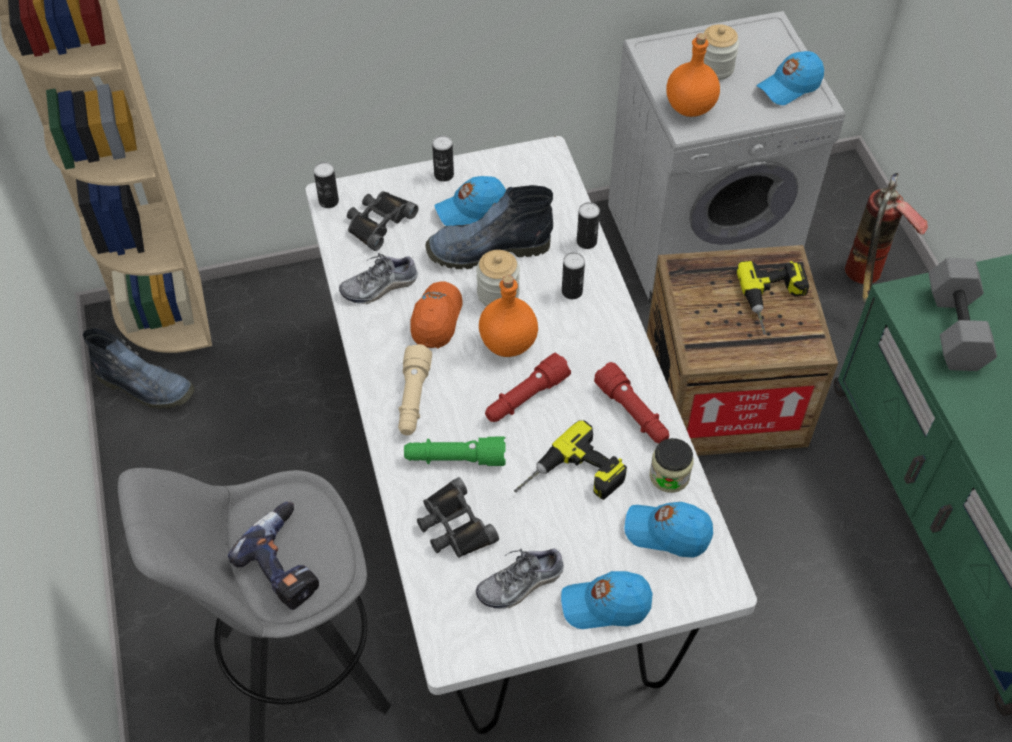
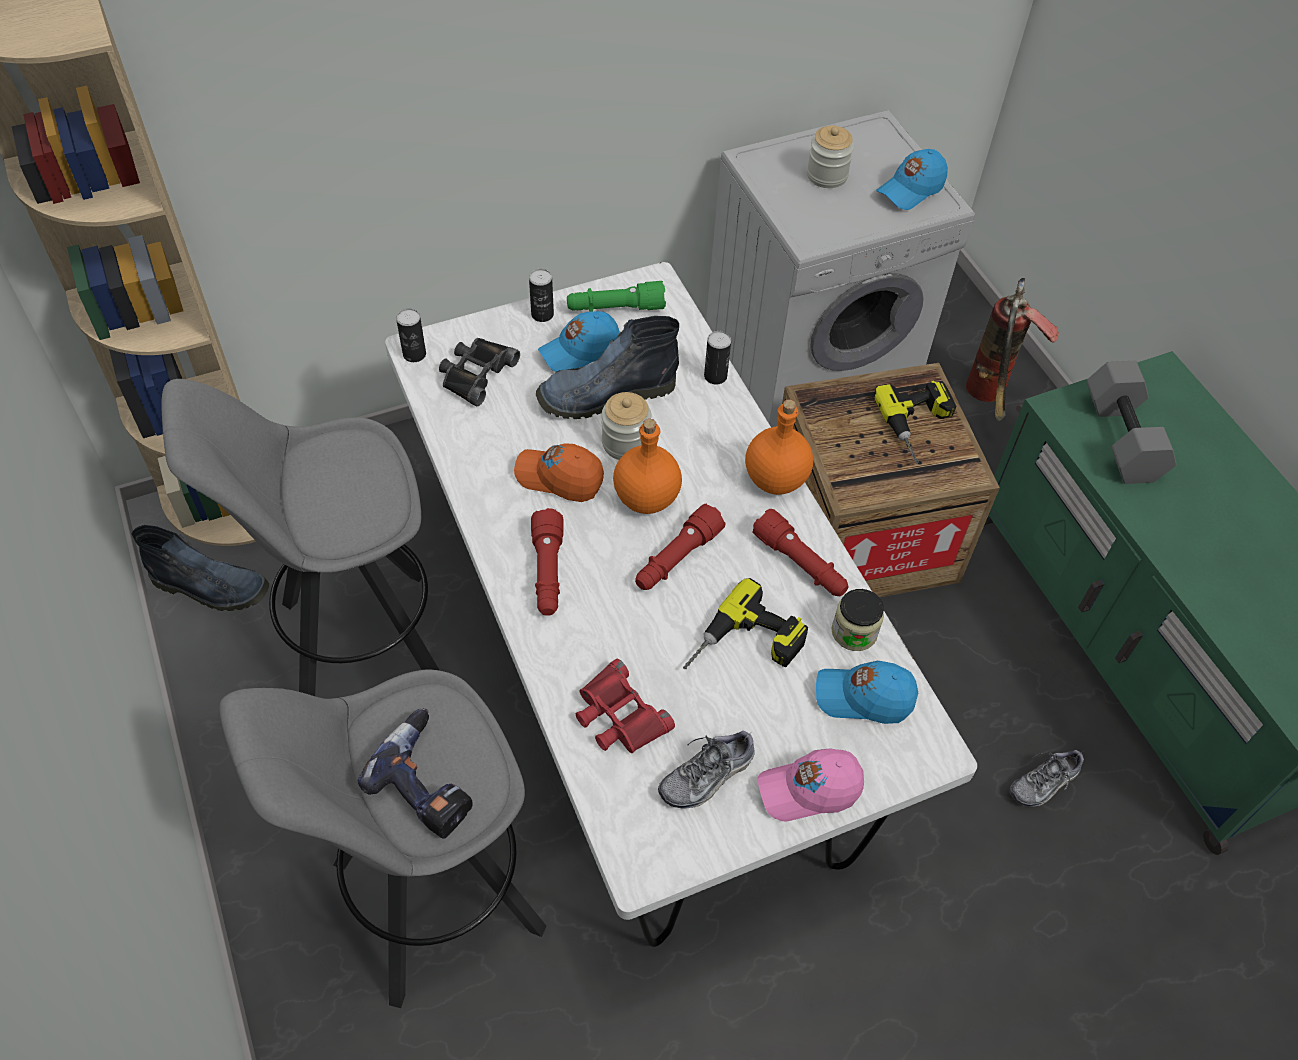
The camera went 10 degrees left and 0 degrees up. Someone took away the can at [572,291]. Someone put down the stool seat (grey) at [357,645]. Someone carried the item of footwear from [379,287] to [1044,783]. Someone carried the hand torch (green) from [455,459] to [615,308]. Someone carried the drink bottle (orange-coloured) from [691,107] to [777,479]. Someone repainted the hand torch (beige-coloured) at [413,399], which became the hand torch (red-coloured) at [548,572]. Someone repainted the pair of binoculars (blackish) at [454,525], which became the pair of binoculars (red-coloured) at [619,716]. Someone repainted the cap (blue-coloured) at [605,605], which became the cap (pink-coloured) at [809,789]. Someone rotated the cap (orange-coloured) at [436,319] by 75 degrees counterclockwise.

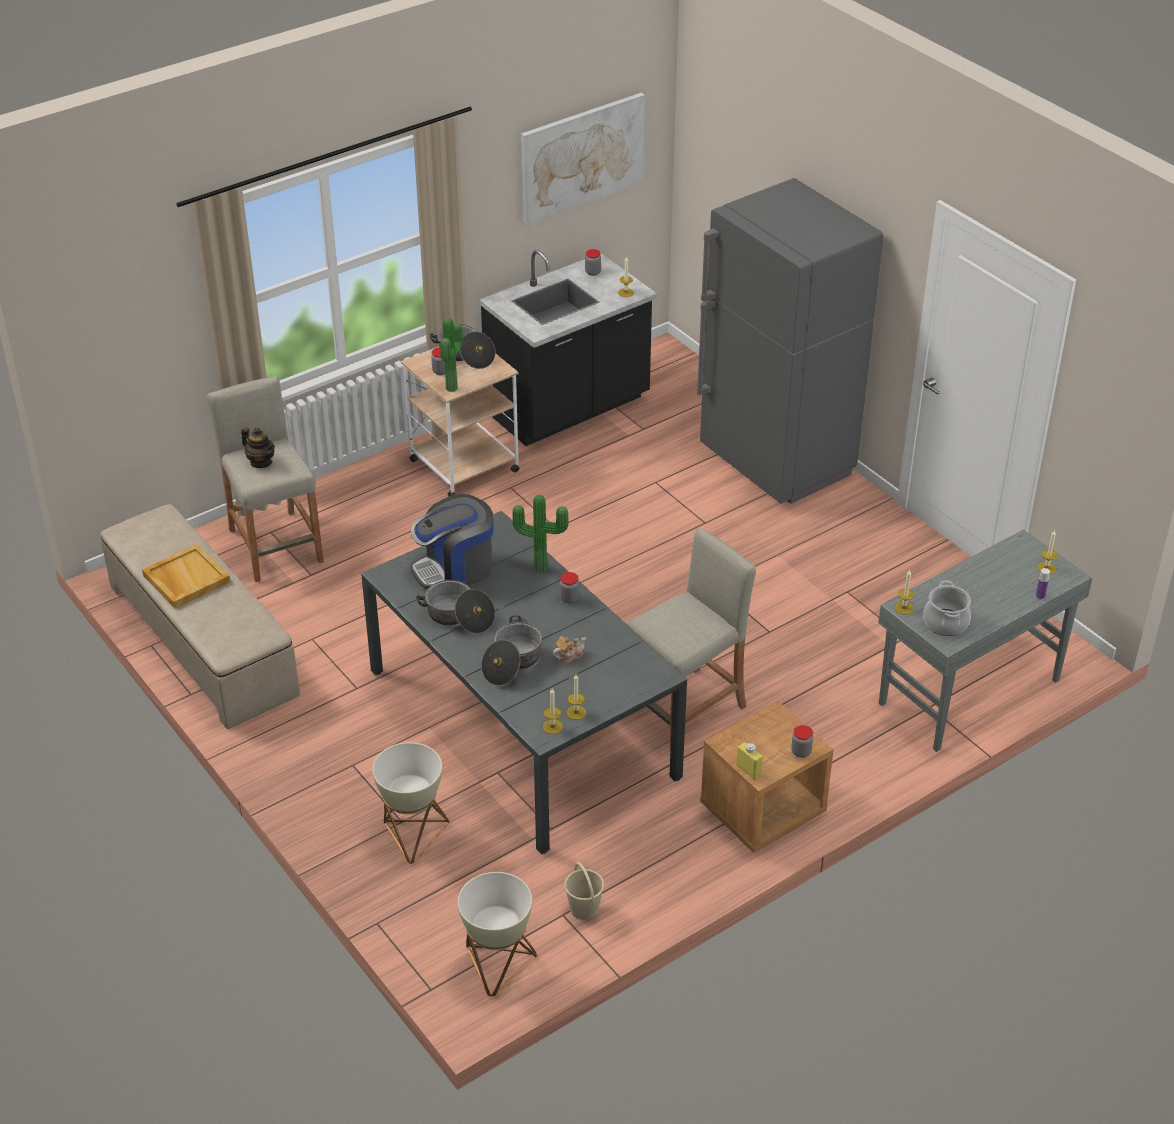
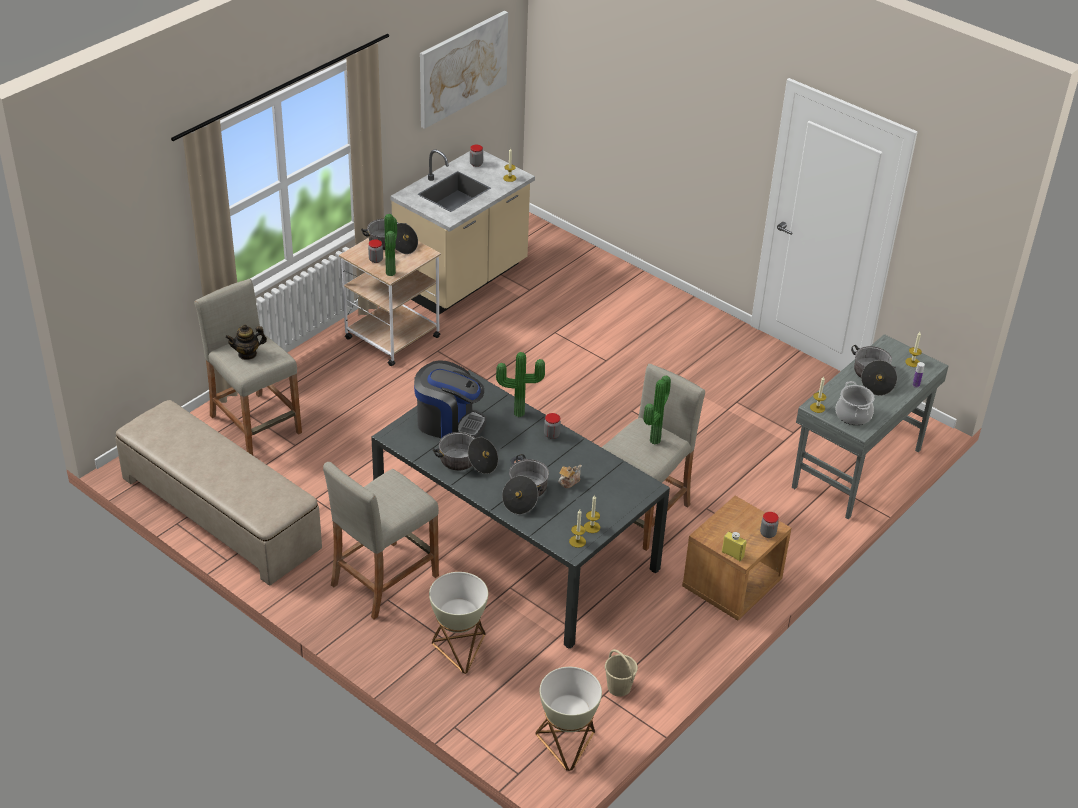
The camera went 15 degrees left and 0 degrees up. Someone took away the tray (beige-coloured) at [185,579]. Someone took away the fridge (grey) at [776,464]. Someone put down the stool seat (beige-coloured) at [384,580]. Someone put down the plant in a pot at [653,440]. Someone put down the stockpot at [872,378]. Someone repainted the kitchen counter (blackish) at [569,408], which became the kitchen counter (beige-coloured) at [463,280]. Someone rotated the tea pot at [261,462] by 135 degrees clockwise. Someone rotated the coffee brewer at [455,569] by 120 degrees counterclockwise.

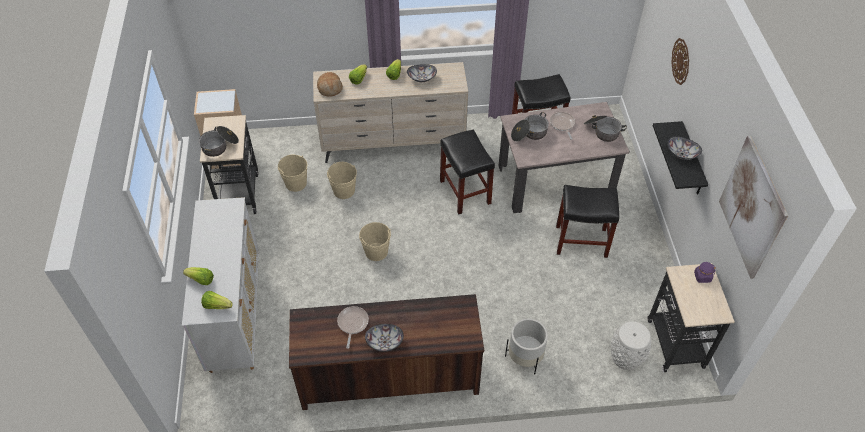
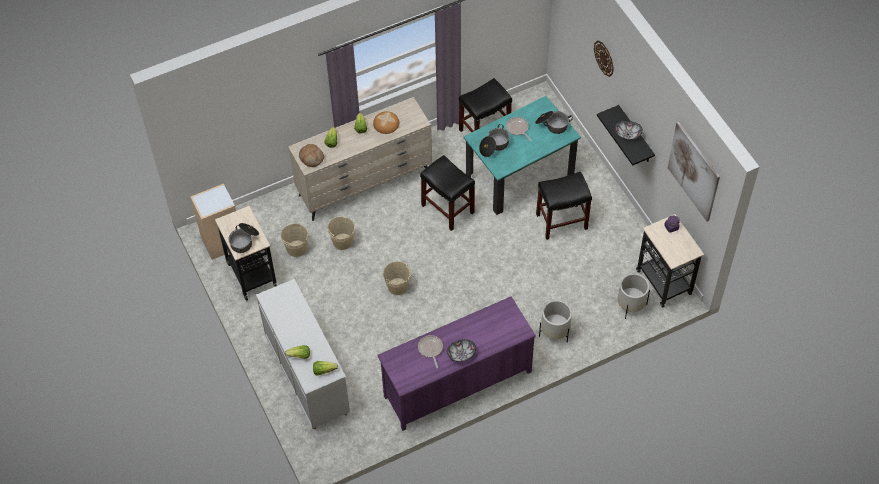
The camera went 20 degrees left and 5 degrees up. Someone swapped the deep dish at [422,78] for the bakery bread at [386,124]. Someone swapped the stool seat (white-coloured) at [626,357] for the flower pot (white-coloured) at [630,305]. Someone repainted the chest of drawers (brownish) at [388,377], which became the chest of drawers (purple) at [456,383]. Someone repainted the kitchen table (beige-coloured) at [555,182], which became the kitchen table (turquoise) at [520,175].

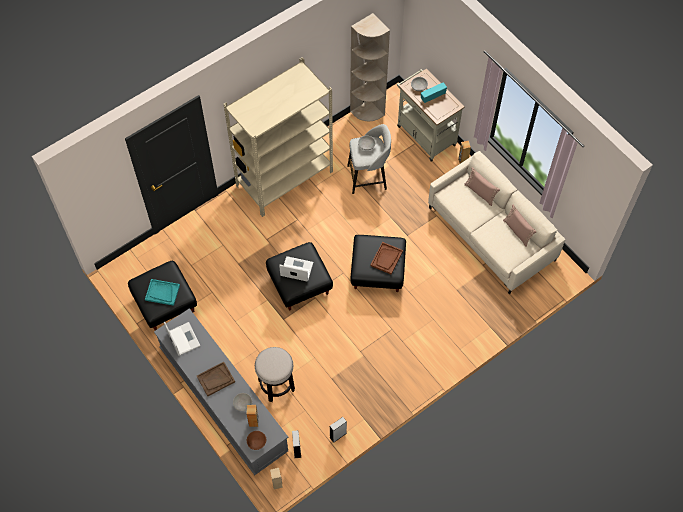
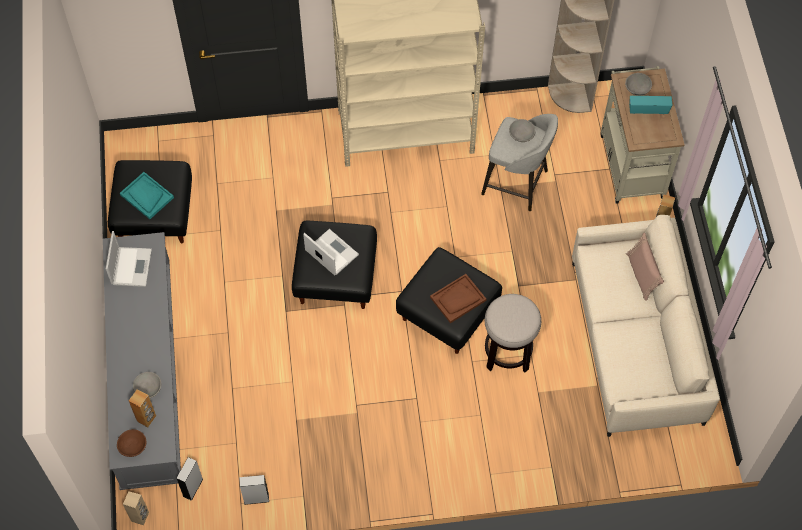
The camera went 30 degrees right and 0 degrees up. Someone took away the tray (brownish) at [215,379]. Someone took away the cushion (beige-coloured) at [517,231]. Someone carried the stool seat from [276,385] to [507,352].

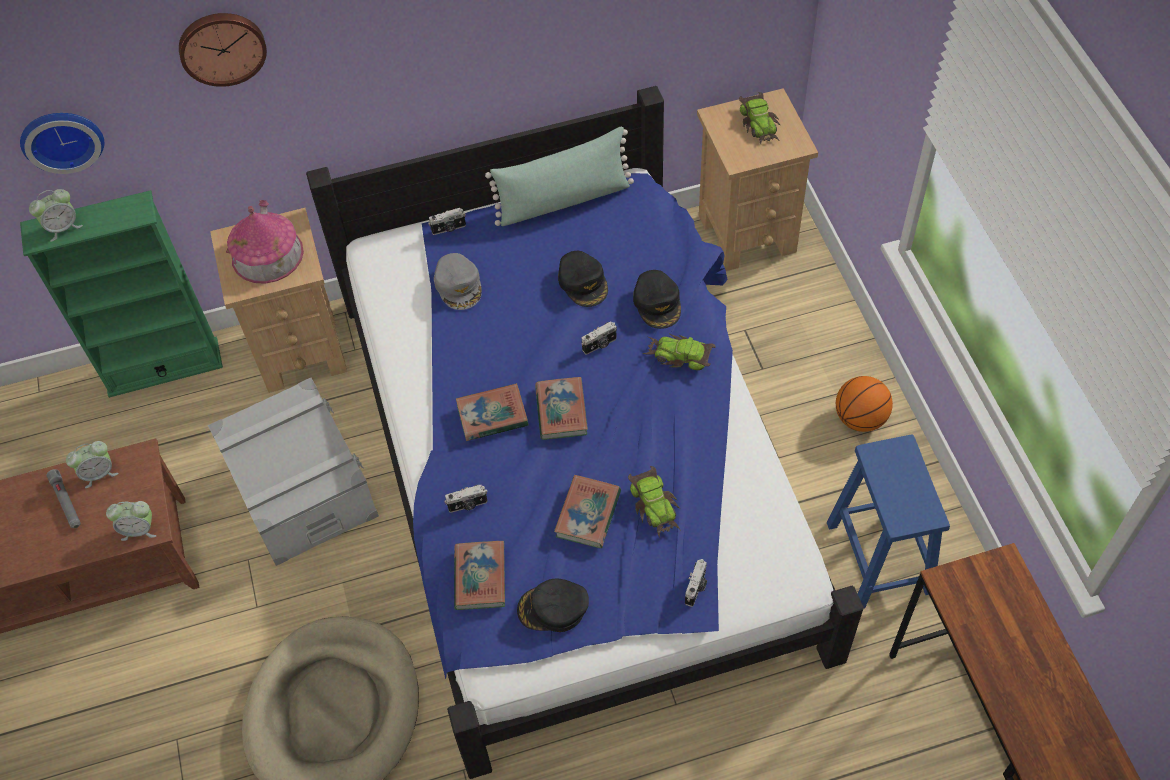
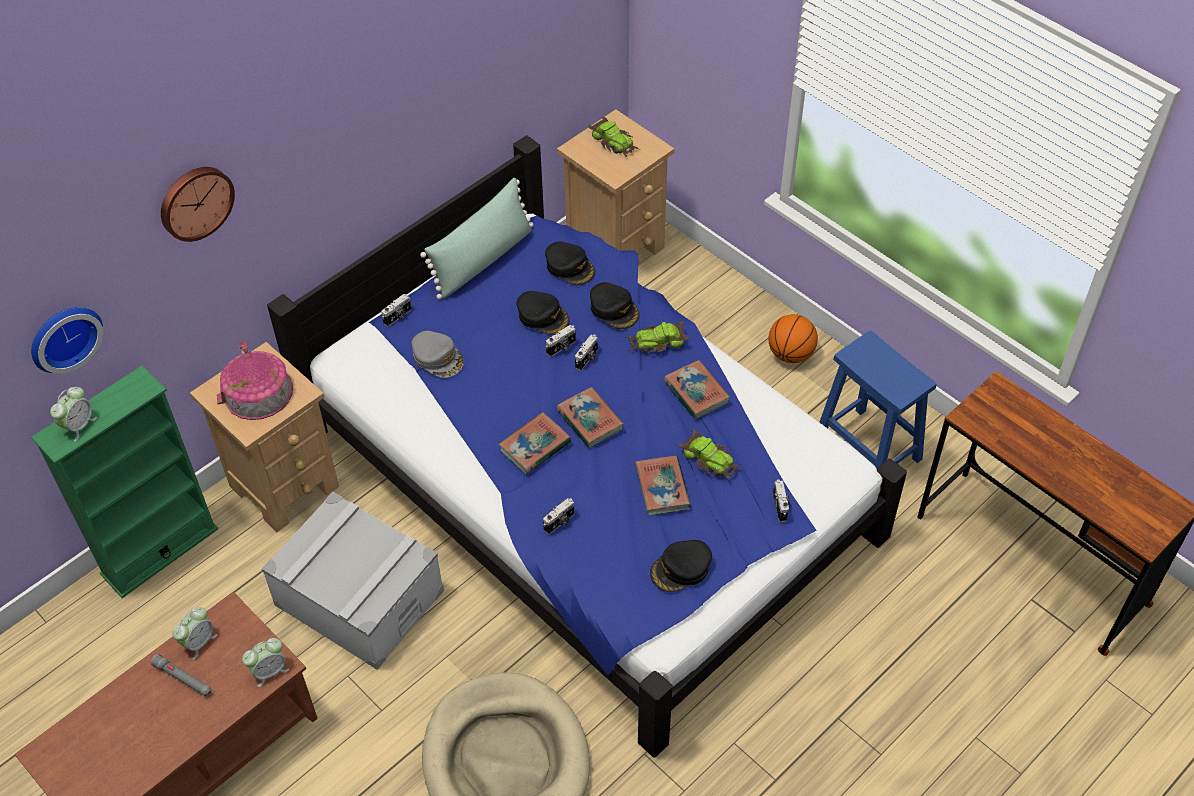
The camera went 30 degrees left and 5 degrees down. Someone put down the cap (blackish) at [570,267]. Someone put down the photo camera at [561,347]. Someone carried the book from [480,577] to [696,392].

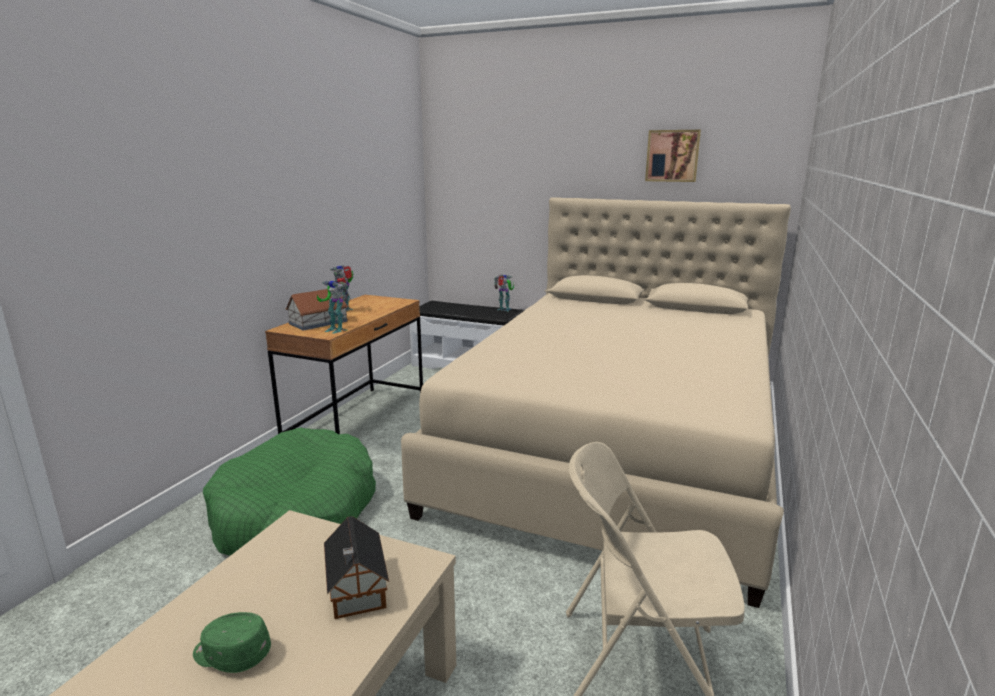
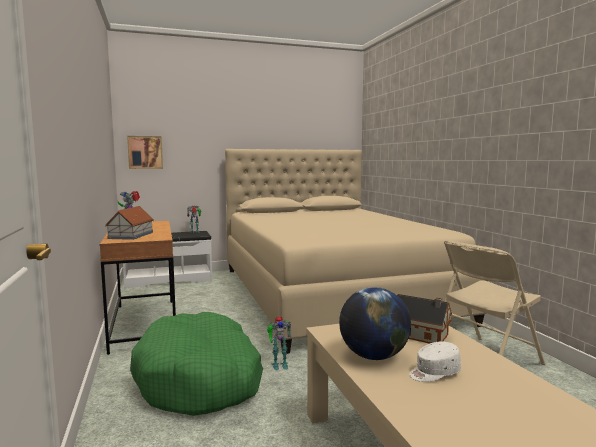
The camera went 40 degrees left and 10 degrees down. Someone put down the globe at [373,356]. Someone carried the robot figure from [336,329] to [279,365]. Someone carried the picture from [672,156] to [145,152]. Someone repainted the cap (green) at [231,654], which became the cap (white-coloured) at [434,373].

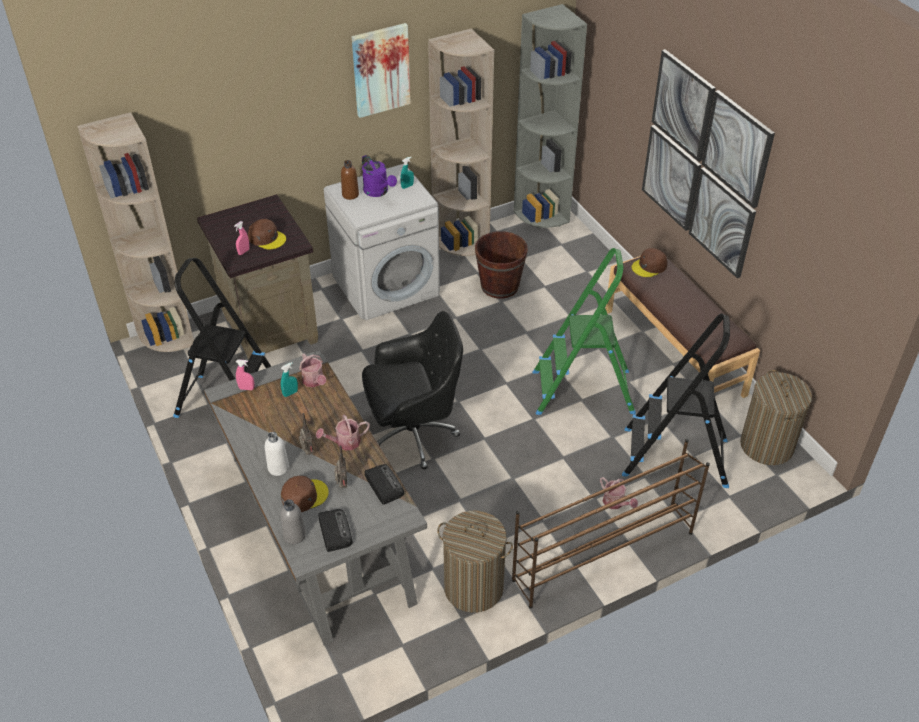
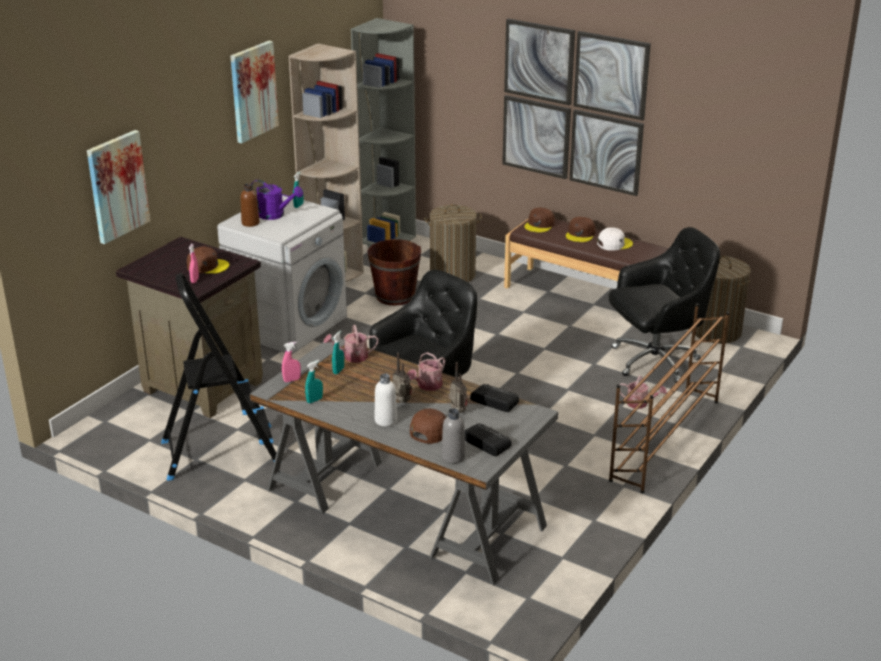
The camera went 30 degrees left and 15 degrees down. Someone took away the bookshelf (beige-coloured) at [168,342]. Someone took away the stepladder (green) at [581,392]. Someone put up the picture at [117,186]. Someone put down the hand sprayer (turquoise) at [314,400]. Someone put down the cap (brownish) at [580,234]. Someone put down the cap (white-coloured) at [614,244]. Someone carried the laundry basket from [474,587] to [452,275]. Someone swapped the stepladder (blackish) at [674,457] for the computer chair (blackish) at [655,361]. Someone rotated the sprinkling can at [314,381] by 135 degrees clockwise.

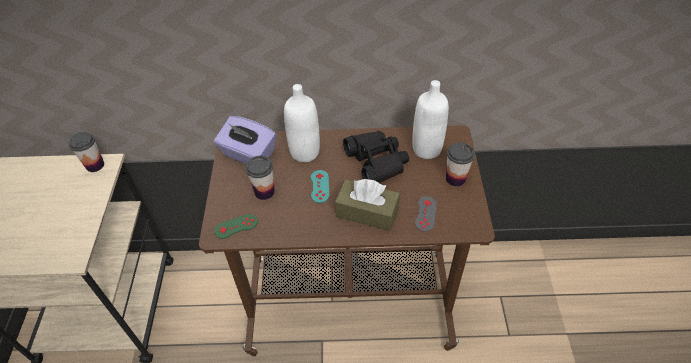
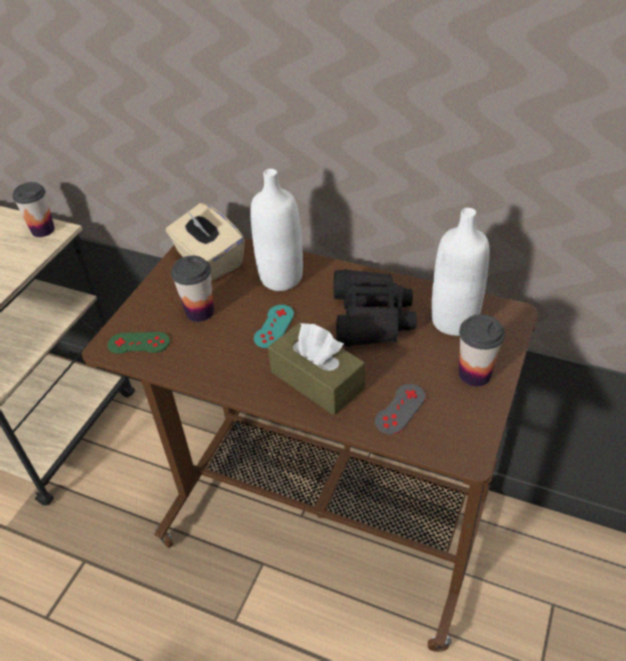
The camera went 25 degrees right and 5 degrees down. Someone repainted the box of tissues (purple) at [248,154], which became the box of tissues (beige-coloured) at [208,260].

